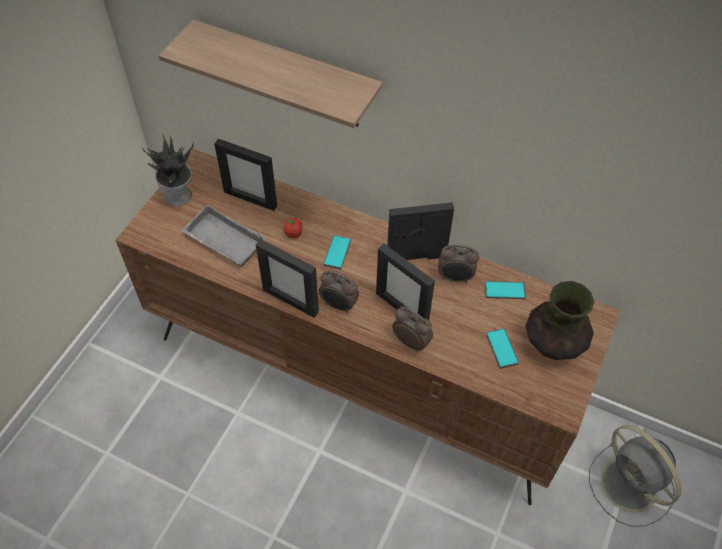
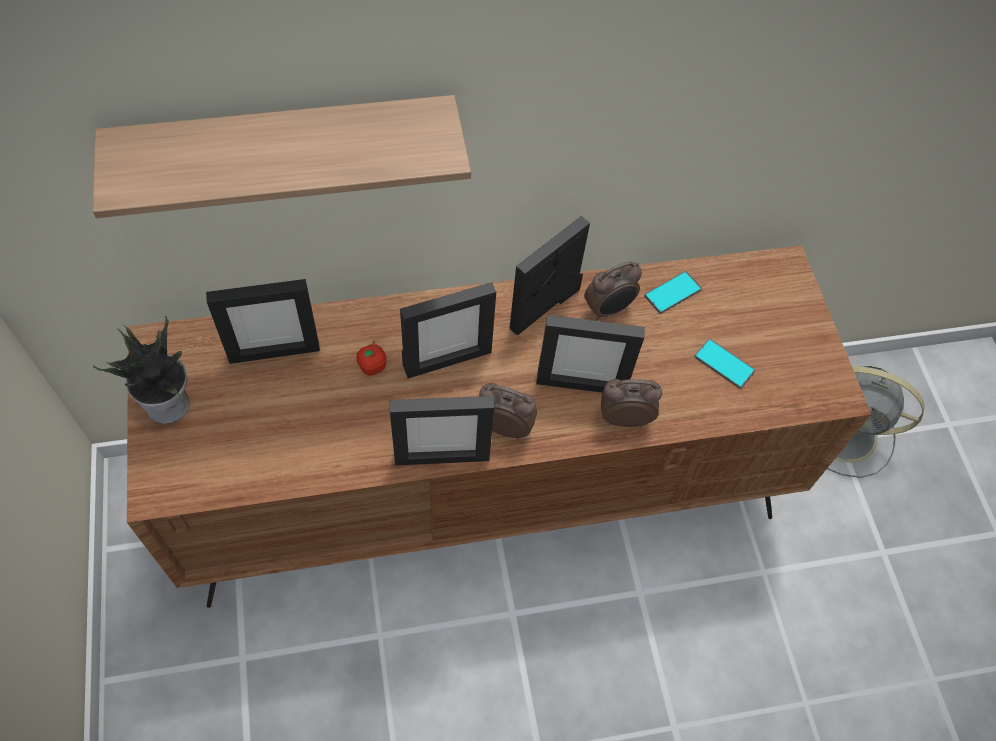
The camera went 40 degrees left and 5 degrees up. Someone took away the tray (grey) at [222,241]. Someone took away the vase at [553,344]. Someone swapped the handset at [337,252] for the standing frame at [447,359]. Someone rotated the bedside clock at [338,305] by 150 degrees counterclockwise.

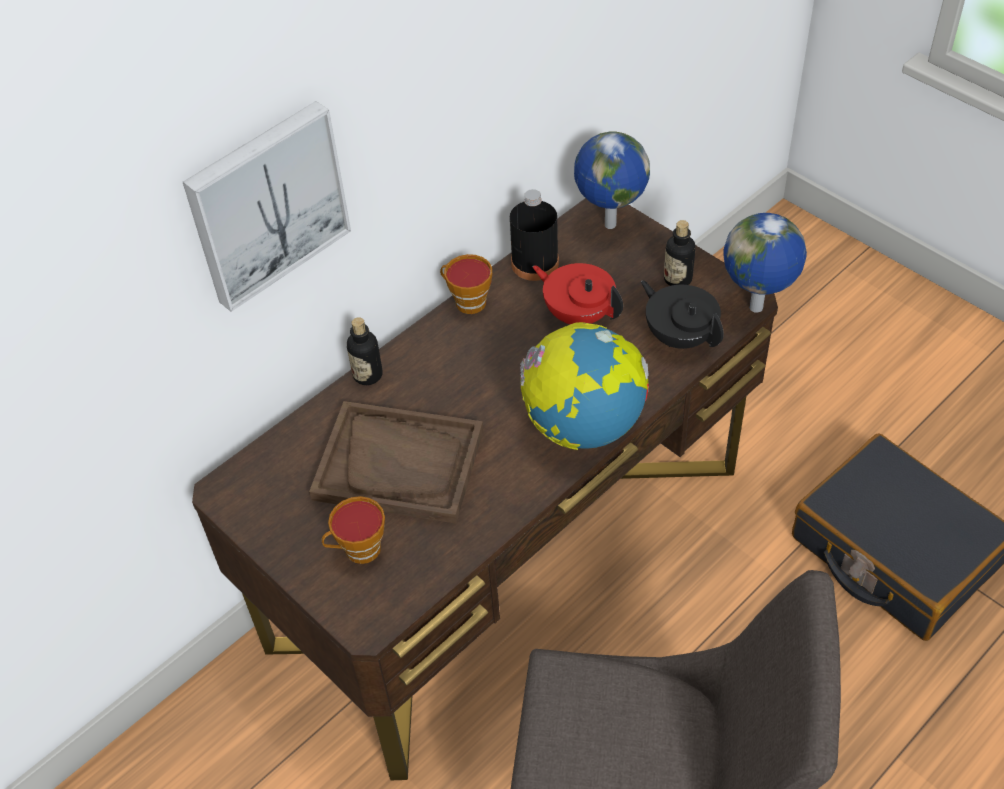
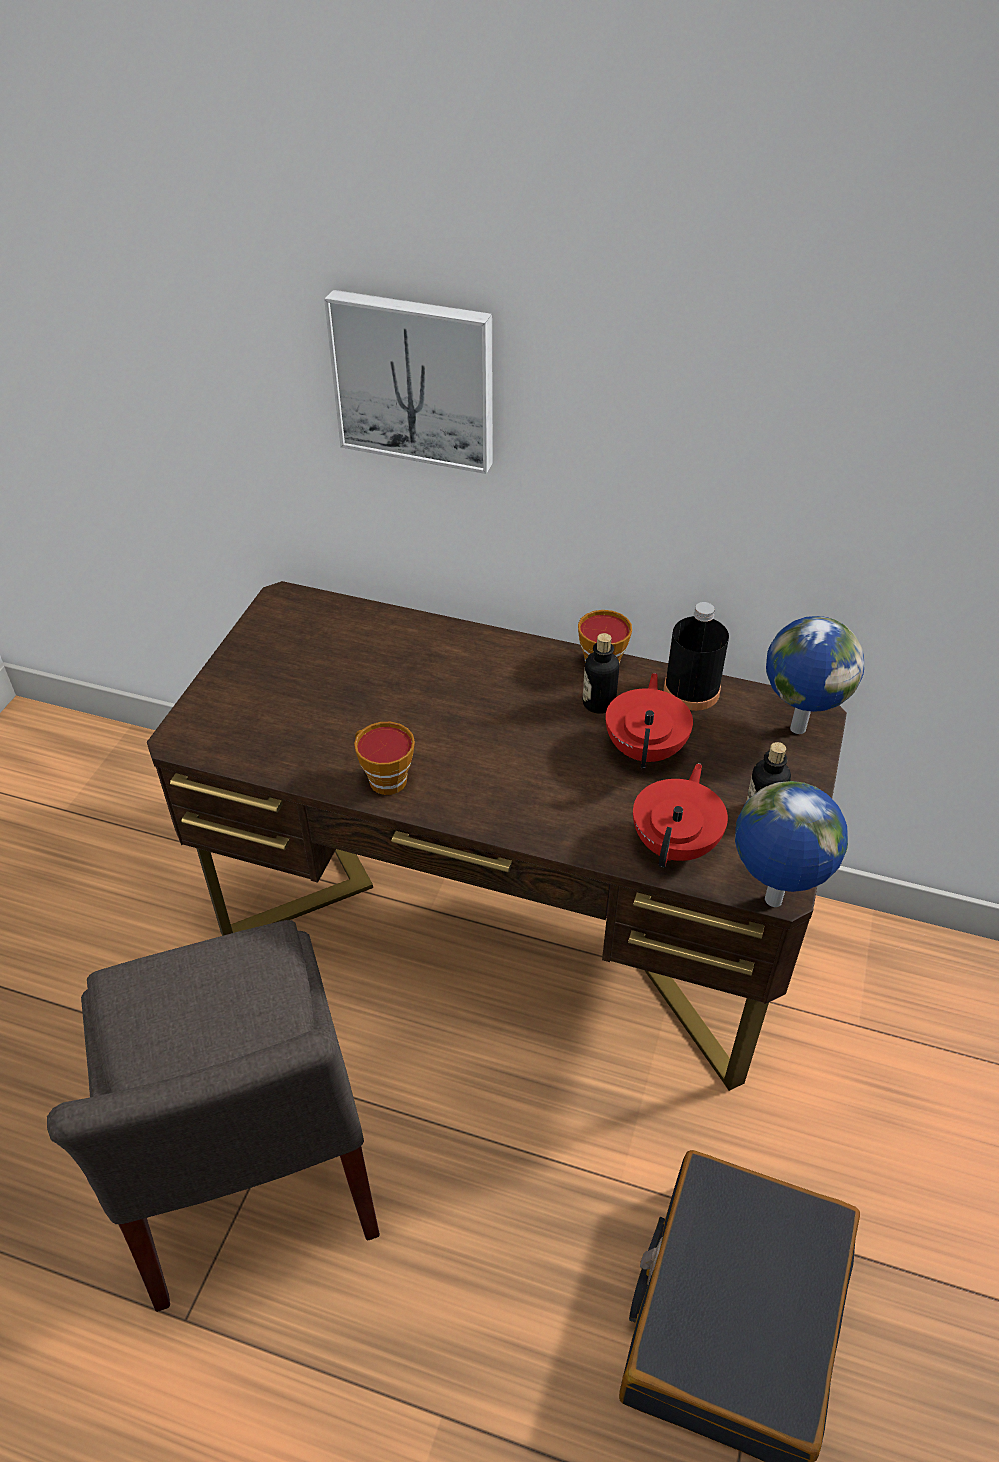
The camera went 60 degrees right and 5 degrees down. Someone took away the tray (brownish) at [399,464]. Someone took away the globe at [584,425]. Someone carried the drinking cup from [358,551] to [383,778]. Someone carried the drink bottle from [368,375] to [598,703]. Someone repainted the tea pot (blackish) at [680,336], which became the tea pot (red-coloured) at [676,844].

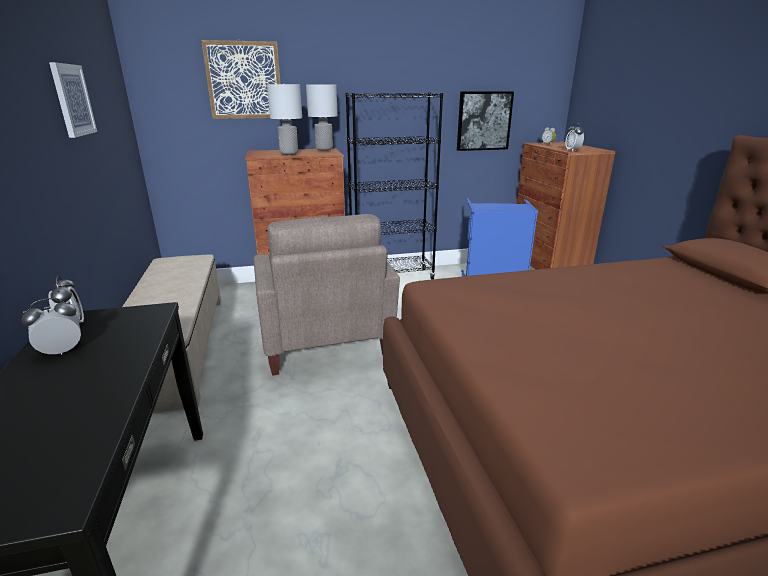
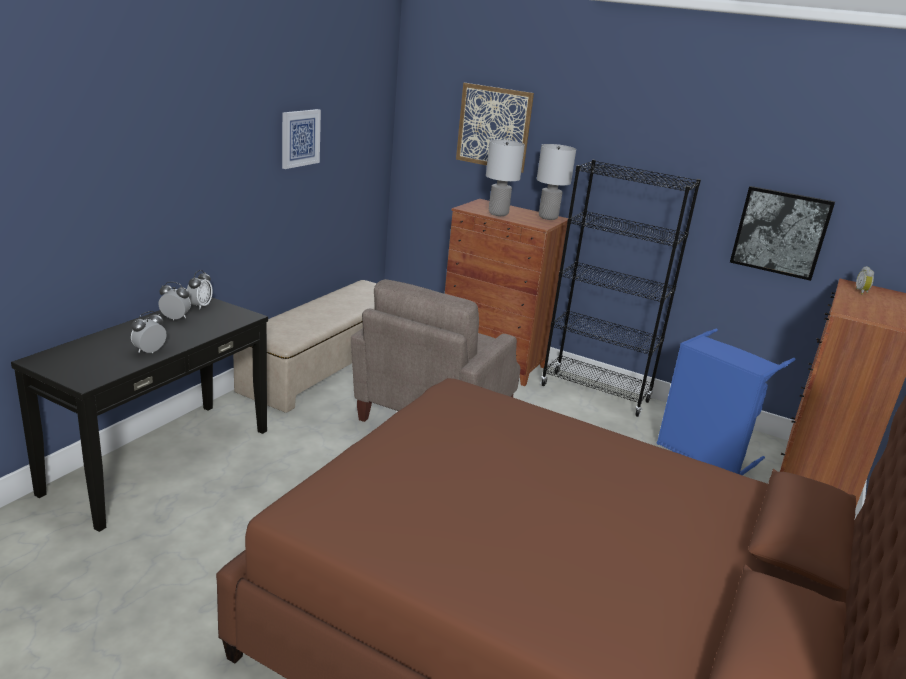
The camera went 40 degrees right and 0 degrees up. Someone carried the bedside clock from [572,150] to [150,351].

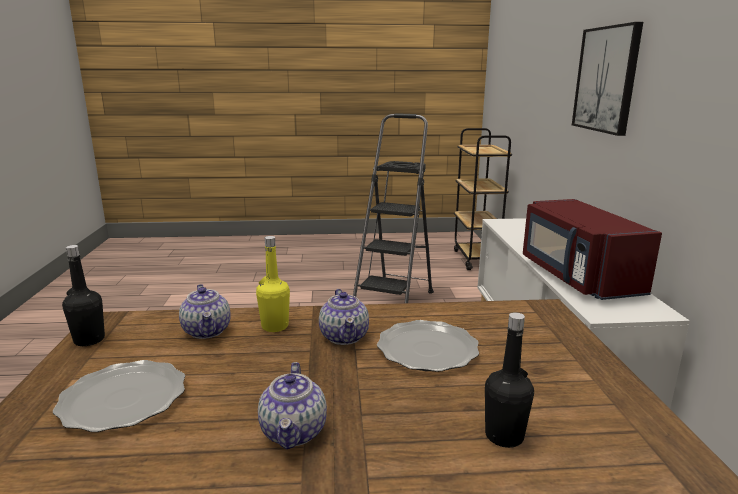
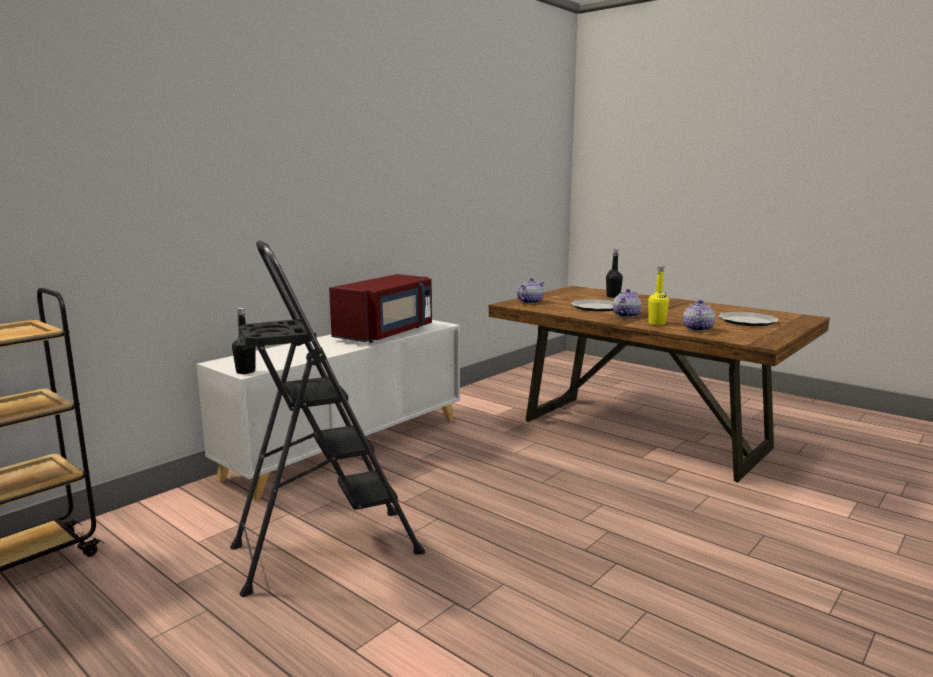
The camera went 135 degrees left and 5 degrees down. Someone took away the picture at [606,79]. Someone carried the drink bottle (blackish) from [89,340] to [245,371]. Someone carried the tea pot from [294,432] to [530,302].

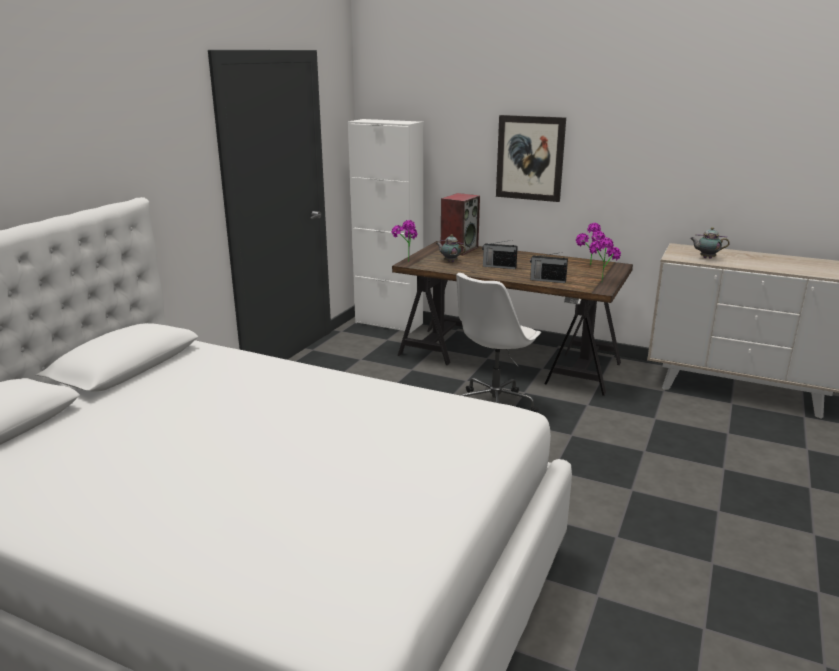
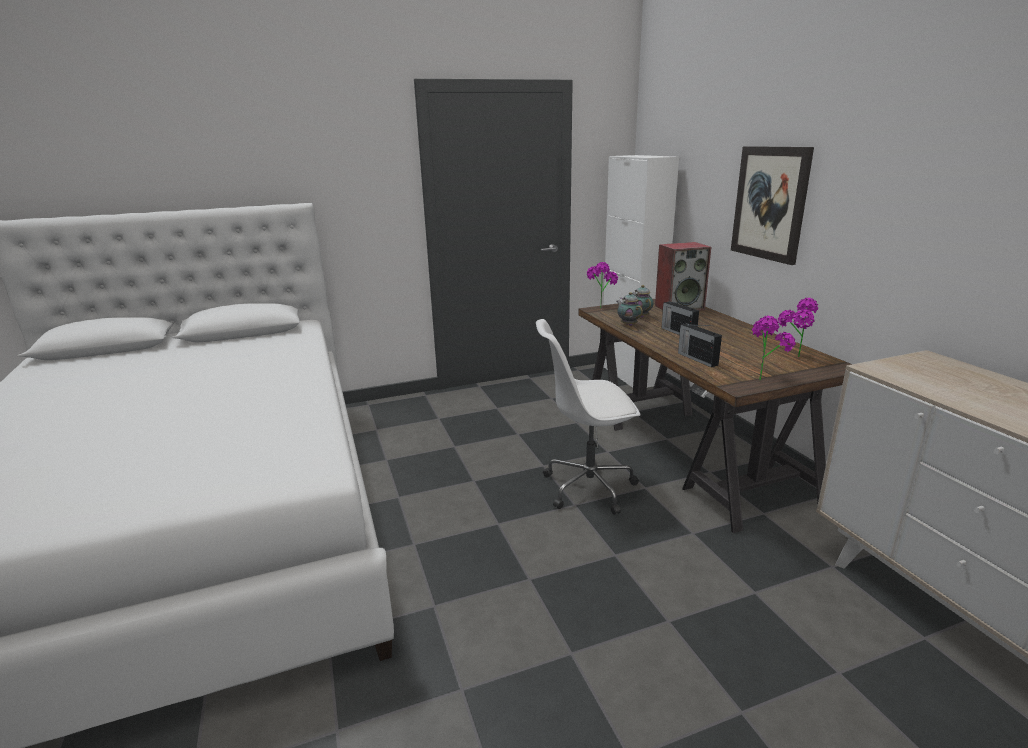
The camera went 45 degrees right and 0 degrees up. Someone carried the tea pot from [706,258] to [628,324].

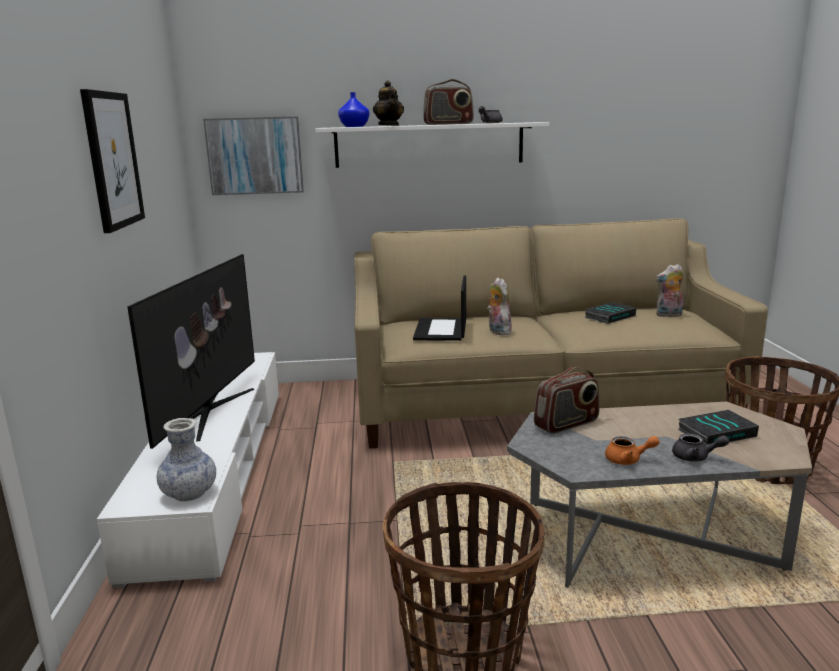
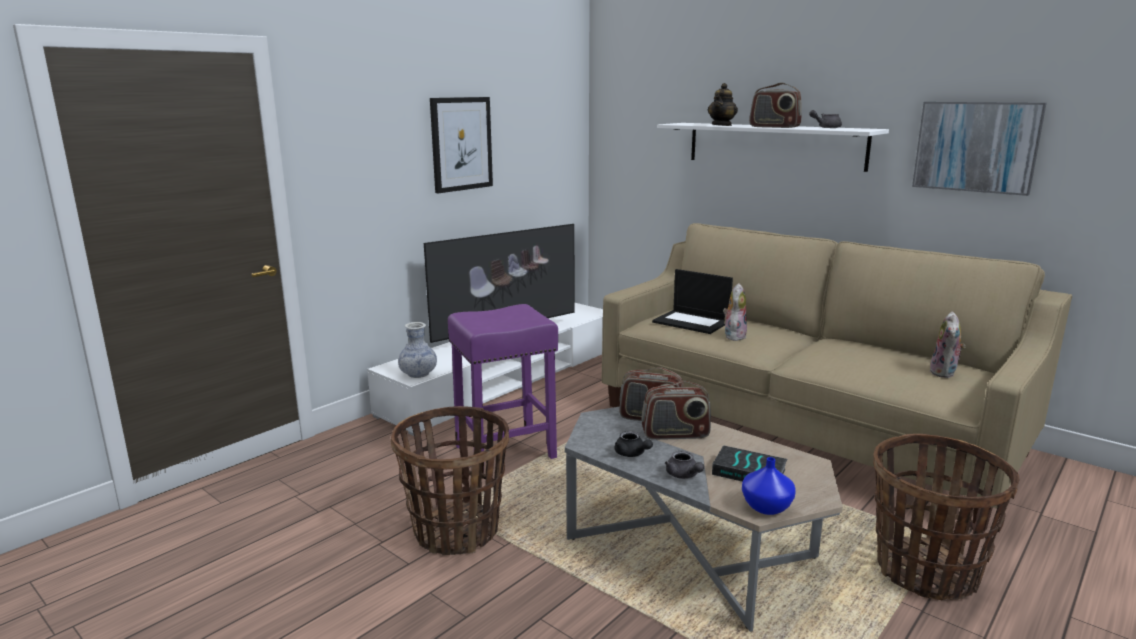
The camera went 45 degrees right and 0 degrees up. Someone took away the book at [609,316]. Someone put down the stool seat (purple) at [507,452]. Someone put down the radio at [675,434]. Someone carried the picture from [255,156] to [976,147]. Someone carried the vase (blue-coloured) from [355,126] to [767,507]. Someone repainted the tea pot (orange-coloured) at [628,460], which became the tea pot (blackish) at [632,454]. Someone rotated the portable computer at [441,330] by 105 degrees counterclockwise. Someone rotated the soft toy at [668,315] by 105 degrees counterclockwise.

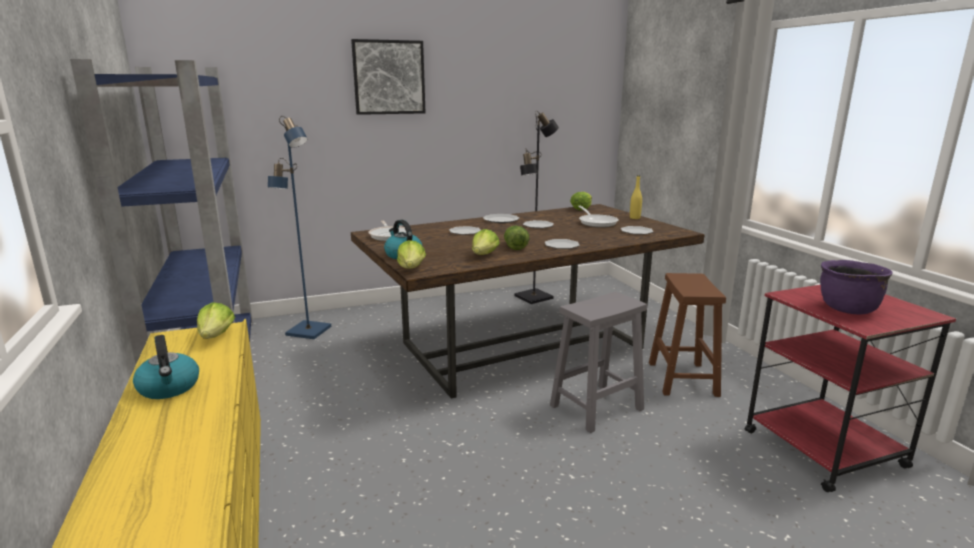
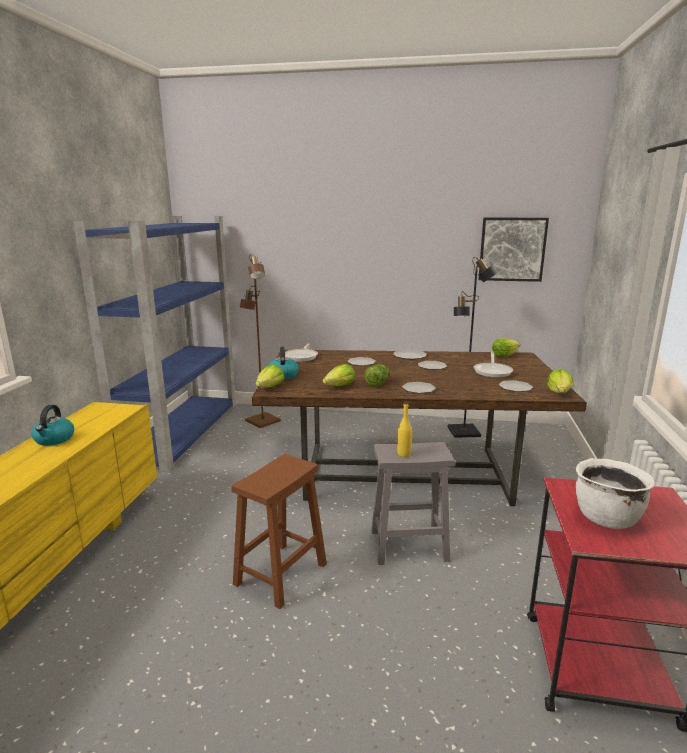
The camera went 30 degrees right and 0 degrees up. Someone carried the head of lettuce from [216,336] to [559,393]. Someone carried the picture from [389,77] to [512,249]. Someone carried the drink bottle (yellowish) from [635,218] to [404,454]. Someone carried the stool seat (brownish) from [682,378] to [281,573]. Someone repainted the standard lamp (blue-coloured) at [308,331], which became the standard lamp (brownish) at [262,421]. Someone repainted the stockpot (purple) at [847,309], which became the stockpot (white-coloured) at [605,518].

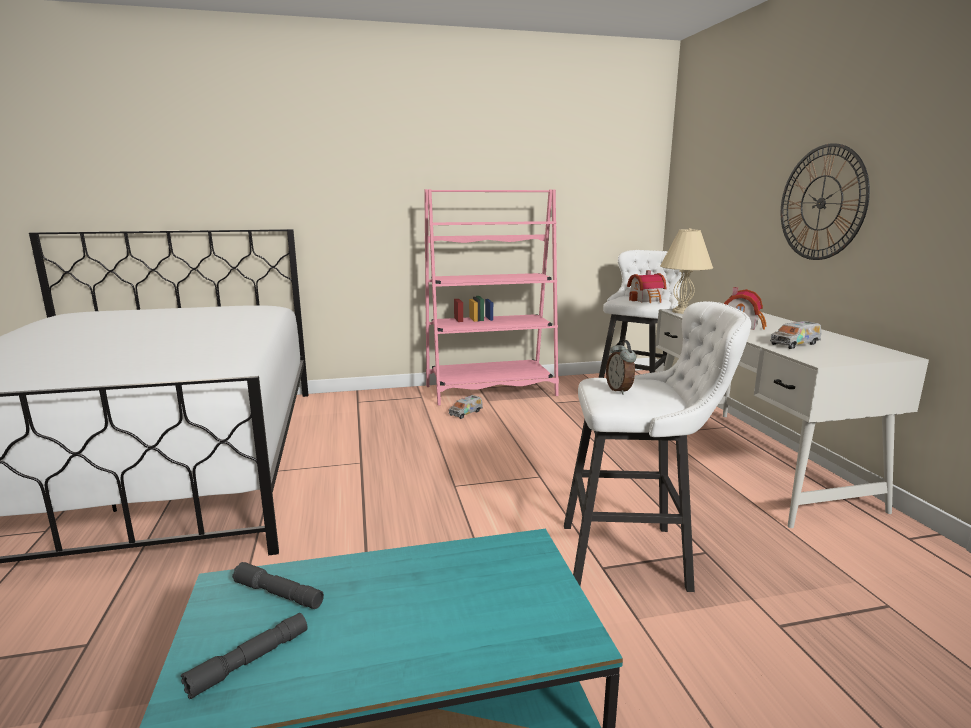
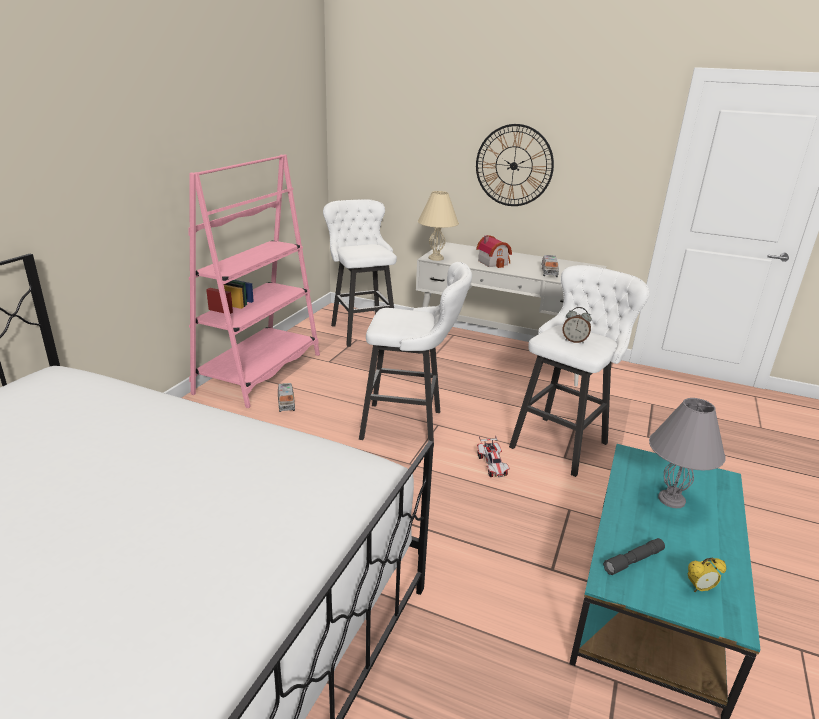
The camera went 55 degrees left and 10 degrees up. Someone took away the miniature house at [647,300]. Someone put down the stool seat (white-coloured) at [412,426]. Someone put down the model car at [492,466]. Someone put down the tabletop lamp (grey) at [672,499]. Someone swapped the hand torch (grey) at [249,661] for the bedside clock at [699,588].

